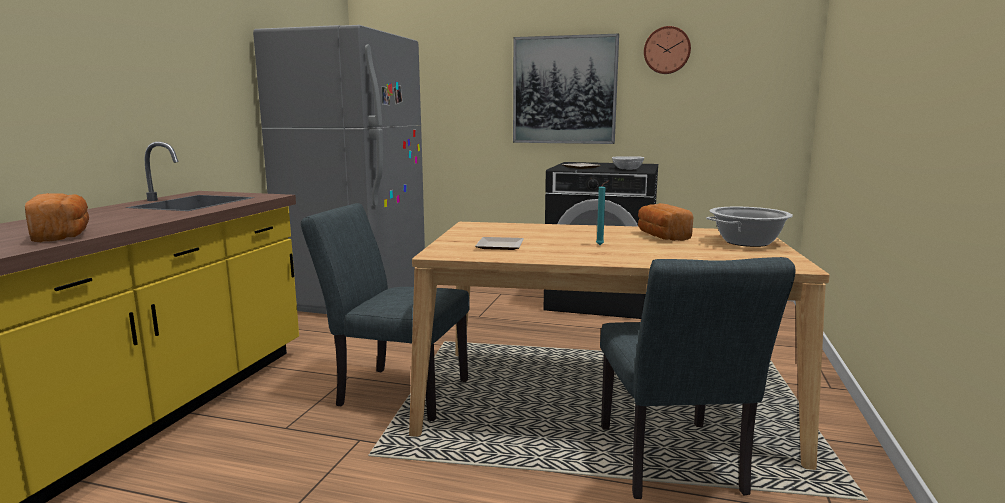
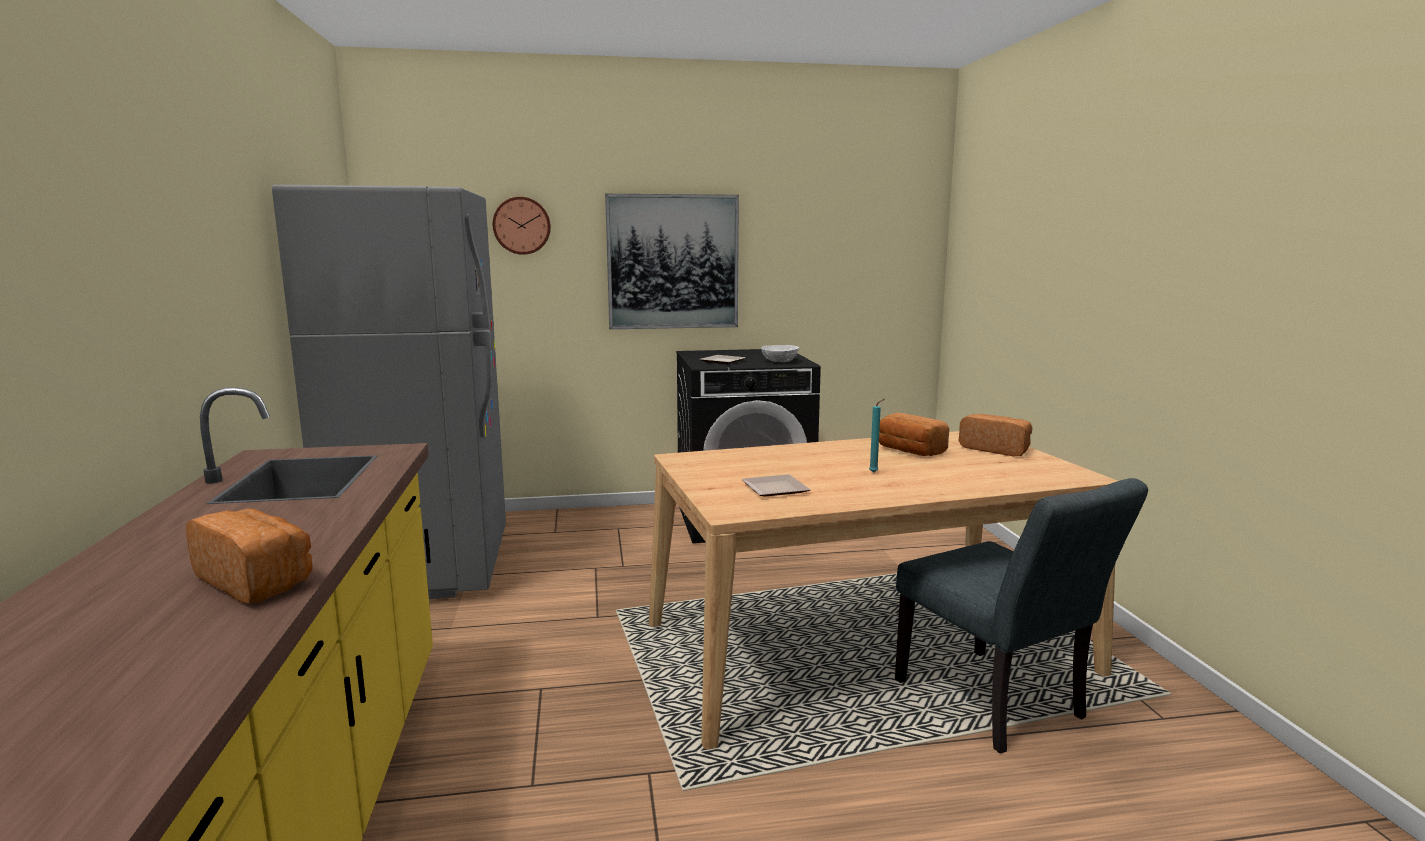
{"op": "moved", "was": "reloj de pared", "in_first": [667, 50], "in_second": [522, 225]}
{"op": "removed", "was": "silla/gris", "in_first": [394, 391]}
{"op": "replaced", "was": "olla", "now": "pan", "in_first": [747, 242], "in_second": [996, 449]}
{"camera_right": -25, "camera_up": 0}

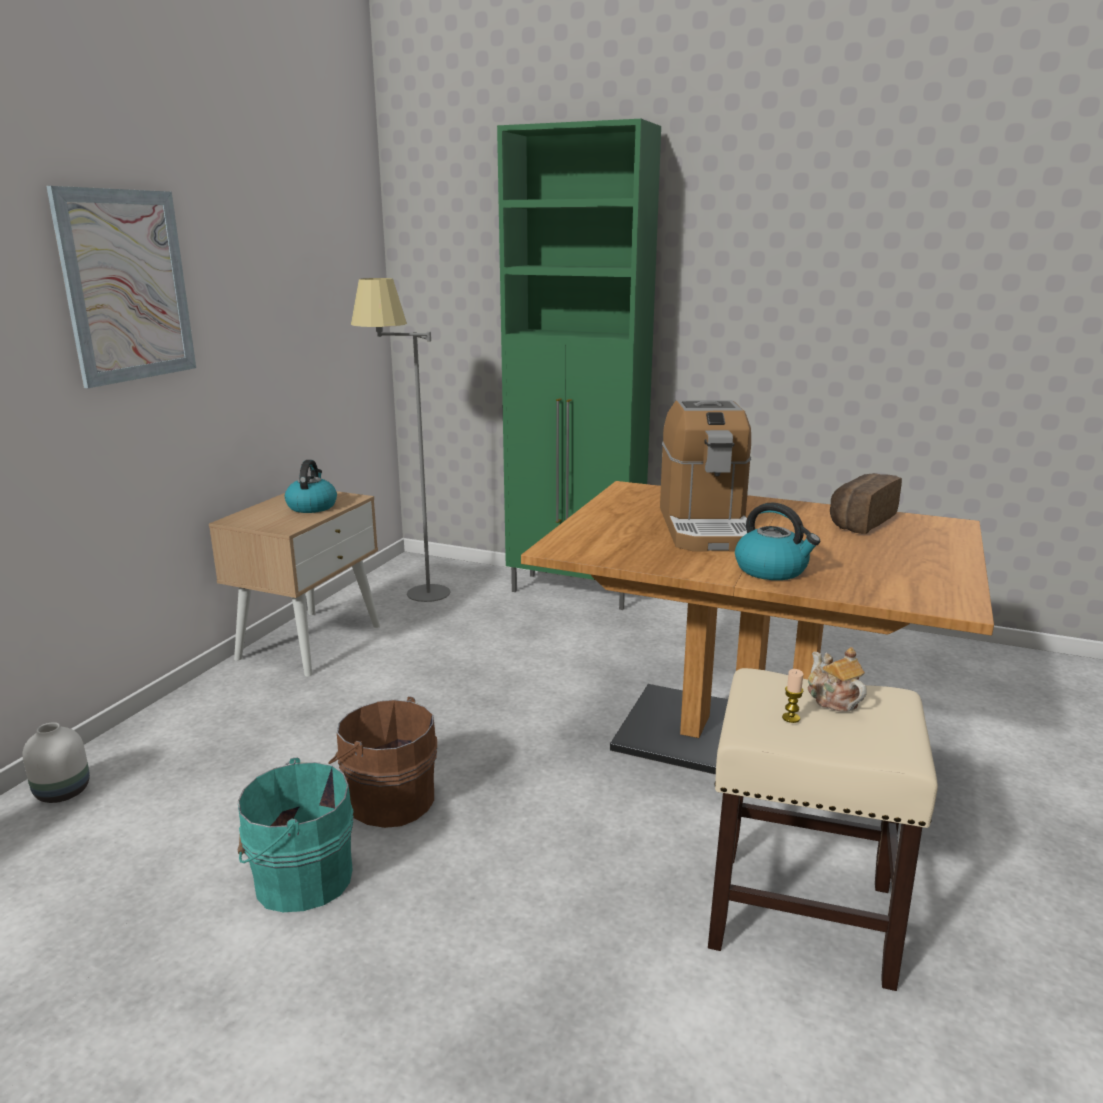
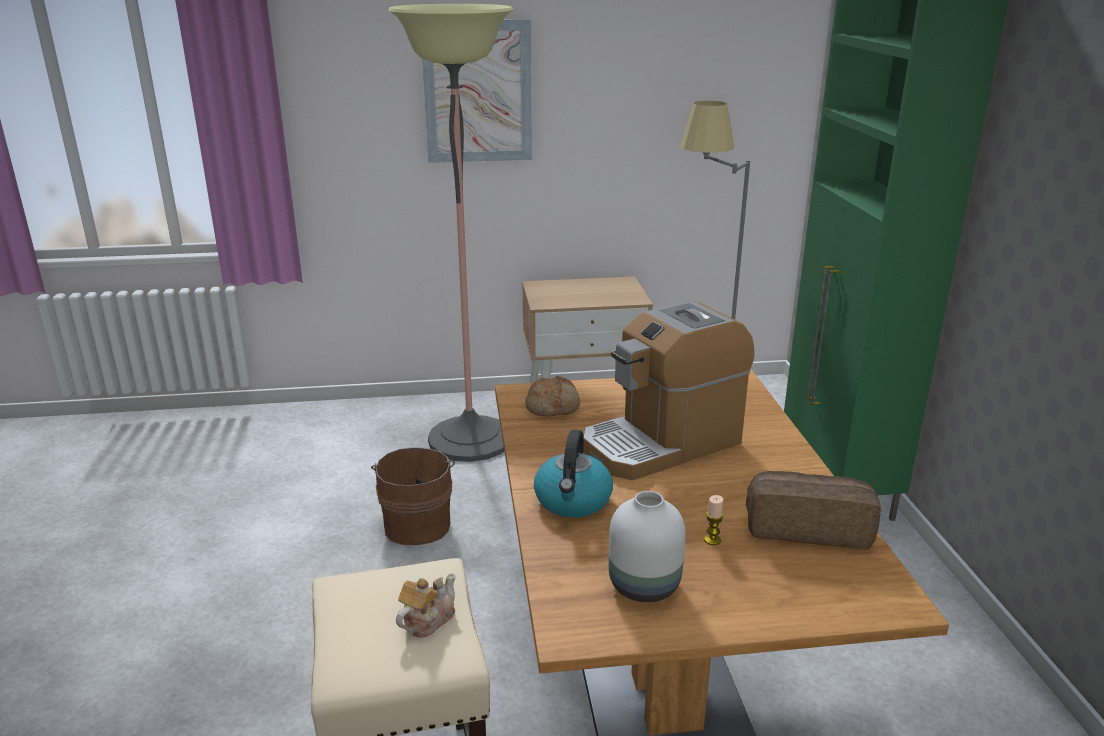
{"op": "removed", "was": "hervidor", "in_first": [312, 506]}
{"op": "moved", "was": "vela", "in_first": [791, 718], "in_second": [712, 540]}
{"op": "moved", "was": "florero/blanco", "in_first": [61, 792], "in_second": [642, 584]}
{"op": "removed", "was": "cubo/turquesa", "in_first": [299, 878]}
{"op": "added", "now": "lámpara de pie", "in_second": [470, 439]}
{"op": "added", "now": "pan", "in_second": [553, 407]}
{"camera_right": 60, "camera_up": 5}

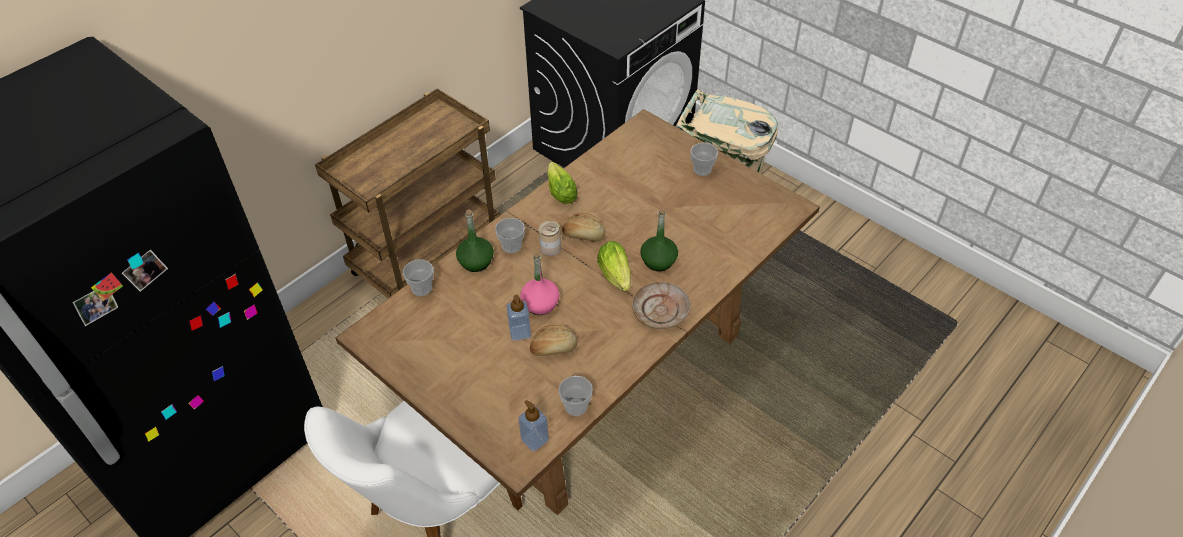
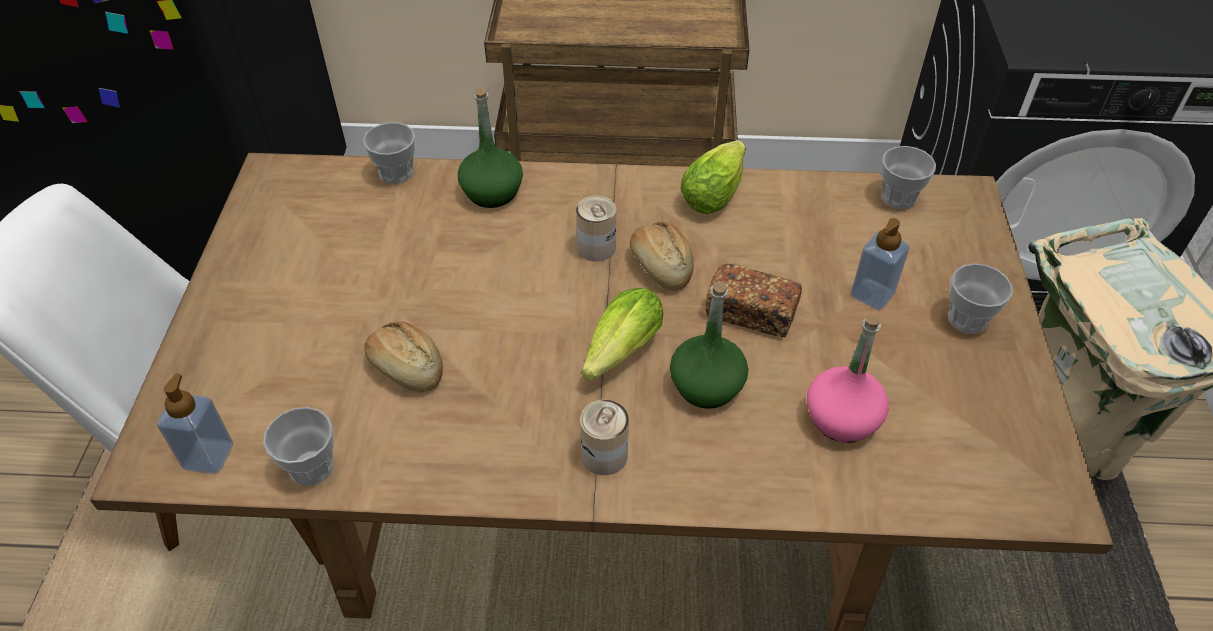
{"op": "moved", "was": "taza", "in_first": [511, 246], "in_second": [898, 197]}
{"op": "moved", "was": "botella/rosa", "in_first": [540, 304], "in_second": [841, 418]}
{"op": "replaced", "was": "plato/beis", "now": "lata", "in_first": [661, 311], "in_second": [604, 455]}
{"op": "moved", "was": "dispensador de jabón", "in_first": [520, 332], "in_second": [872, 294]}
{"op": "added", "now": "pan", "in_second": [750, 313]}
{"camera_right": 50, "camera_up": 0}

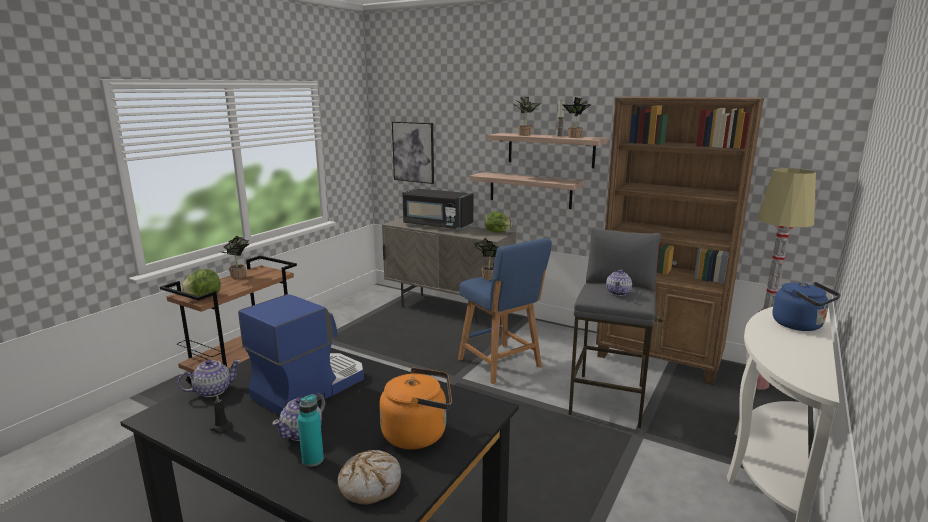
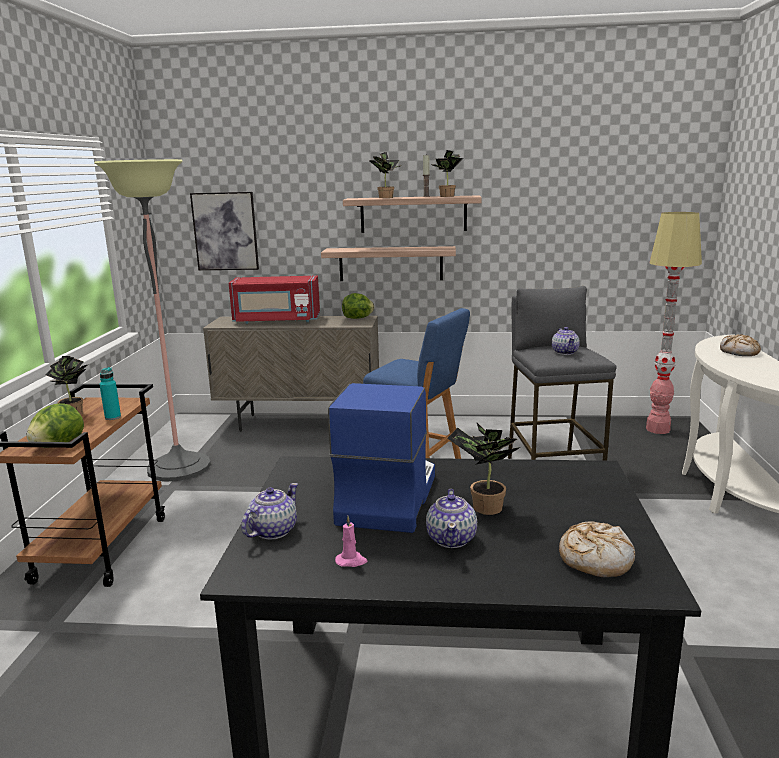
{"op": "removed", "was": "estantería/marrón", "in_first": [659, 359]}
{"op": "recoloured", "was": "microondas/negro", "now": "microondas/rojo", "in_first": [437, 225], "in_second": [276, 320]}
{"op": "moved", "was": "planta en maceta", "in_first": [487, 277], "in_second": [482, 507]}
{"op": "replaced", "was": "hervidor/azul", "now": "pan", "in_first": [800, 325], "in_second": [739, 352]}
{"op": "removed", "was": "hervidor/naranja", "in_first": [419, 434]}
{"op": "recoloured", "was": "vela/negro", "now": "vela/rosa", "in_first": [222, 428], "in_second": [351, 561]}
{"op": "moved", "was": "botella/turquesa", "in_first": [313, 460], "in_second": [113, 417]}
{"op": "added", "now": "lámpara de pie", "in_second": [179, 467]}
{"camera_right": -25, "camera_up": 0}

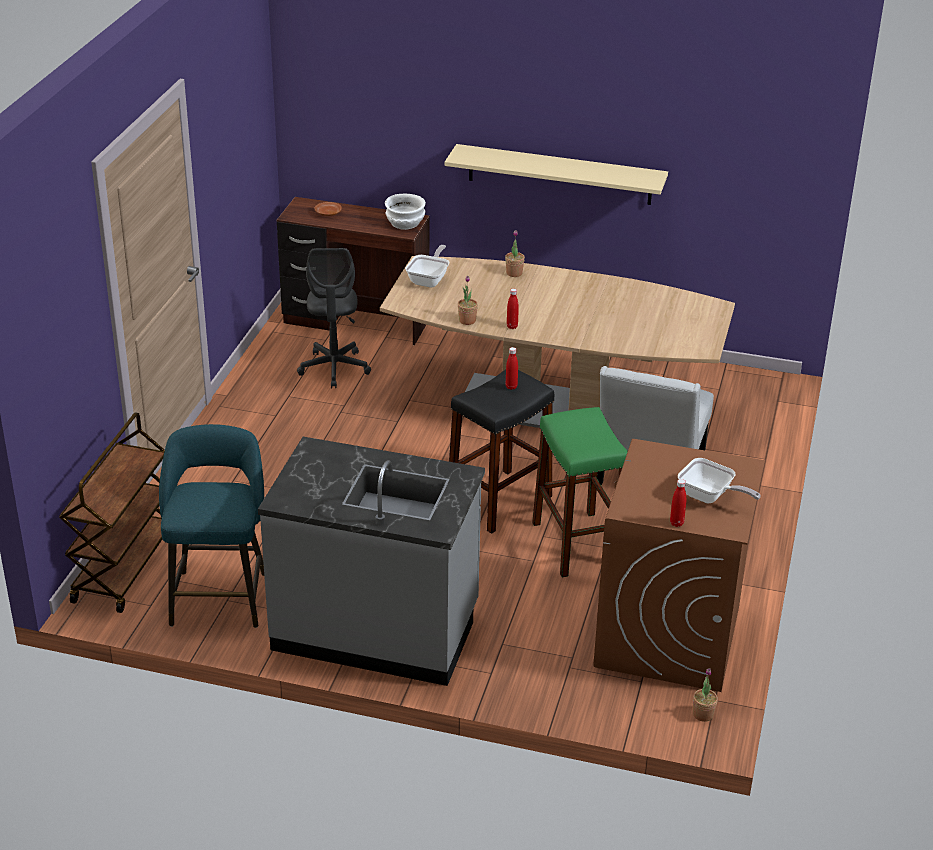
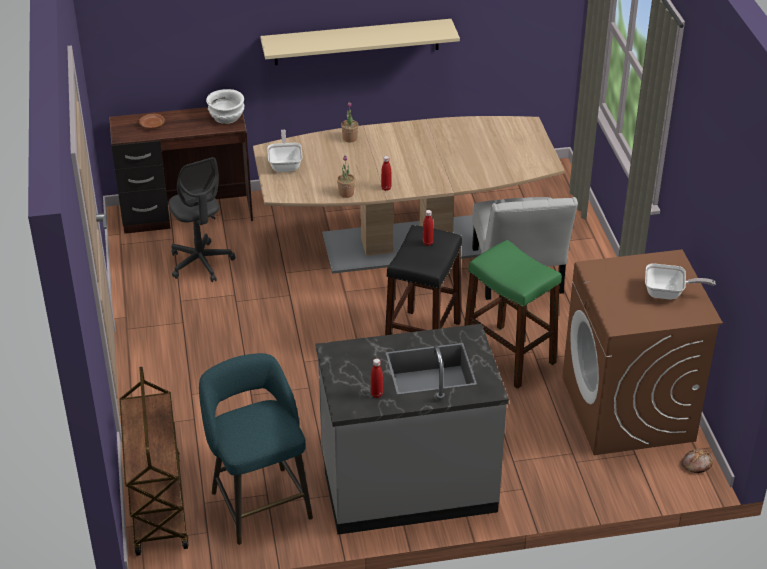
{"op": "moved", "was": "botella/rojo", "in_first": [676, 523], "in_second": [376, 394]}
{"op": "replaced", "was": "planta en maceta", "now": "pan", "in_first": [703, 714], "in_second": [696, 464]}
{"camera_right": -25, "camera_up": 5}

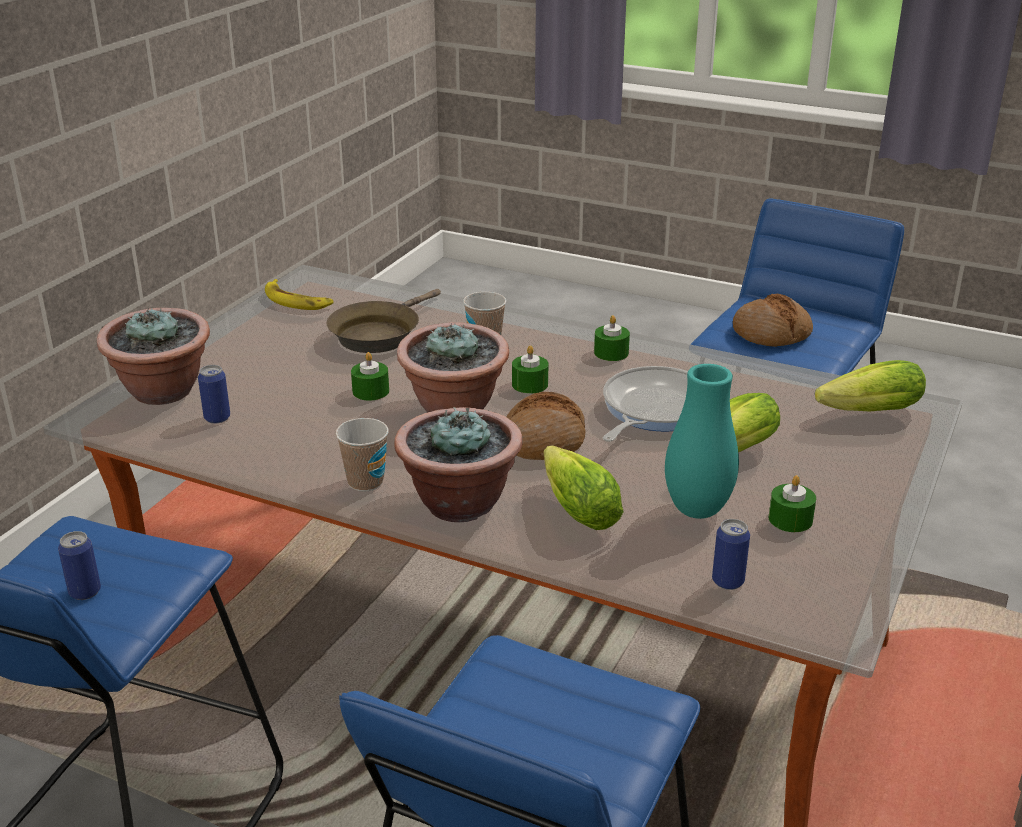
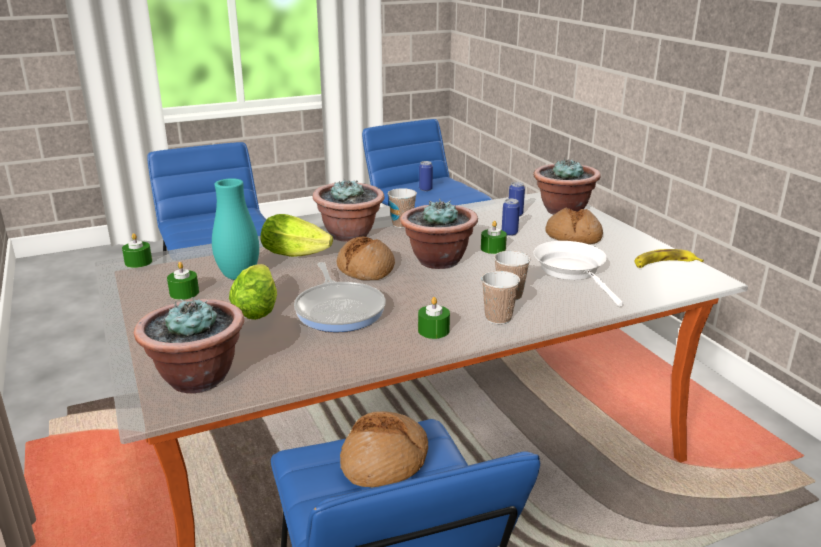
{"op": "recoloured", "was": "sartén/marrón", "now": "sartén/blanco", "in_first": [379, 334], "in_second": [572, 271]}
{"op": "moved", "was": "vela/verde", "in_first": [530, 384], "in_second": [138, 262]}
{"op": "replaced", "was": "lechuga", "now": "planta en maceta", "in_first": [864, 413], "in_second": [197, 378]}
{"op": "moved", "was": "lata", "in_first": [728, 581], "in_second": [509, 233]}
{"op": "added", "now": "pan", "in_second": [573, 237]}
{"op": "added", "now": "taza", "in_second": [498, 318]}
{"camera_right": 130, "camera_up": -5}

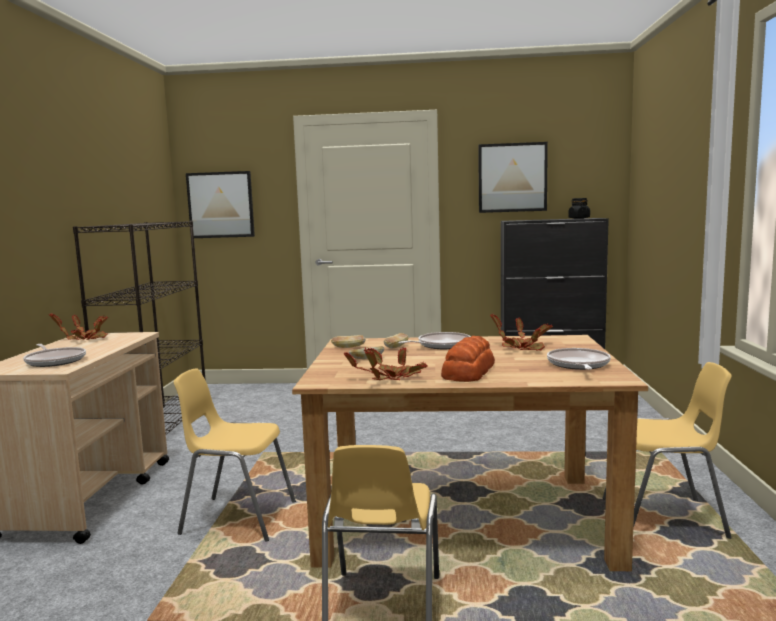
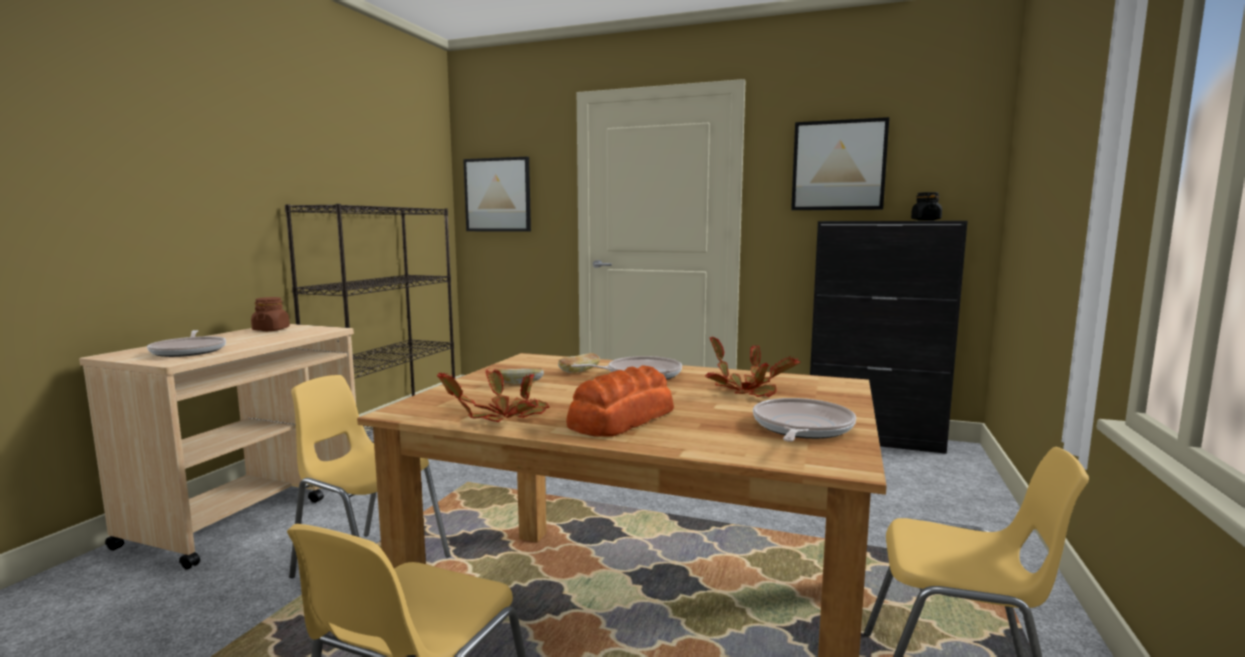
{"op": "replaced", "was": "planta en maceta", "now": "tarro/marrón", "in_first": [86, 339], "in_second": [271, 329]}
{"op": "removed", "was": "pan", "in_first": [348, 347]}
{"camera_right": 15, "camera_up": 0}

